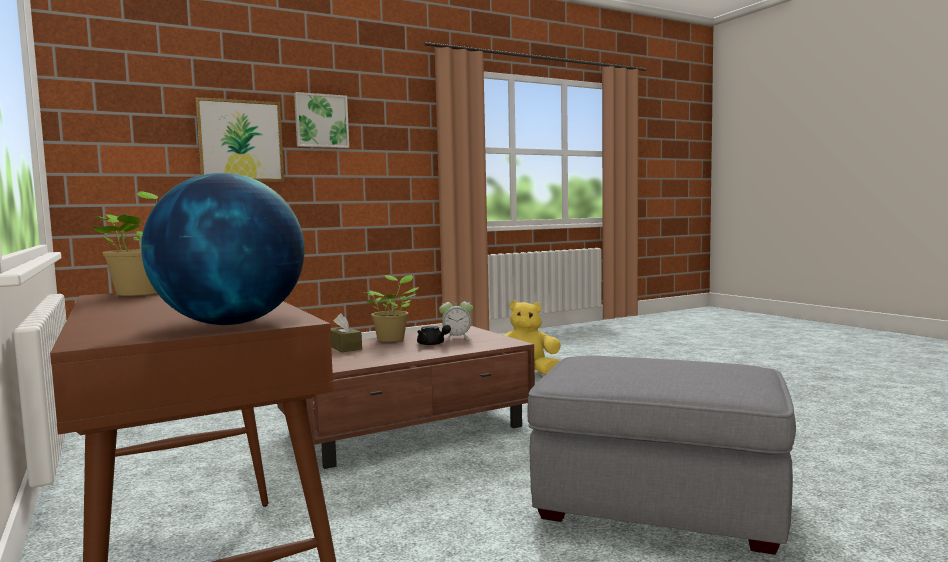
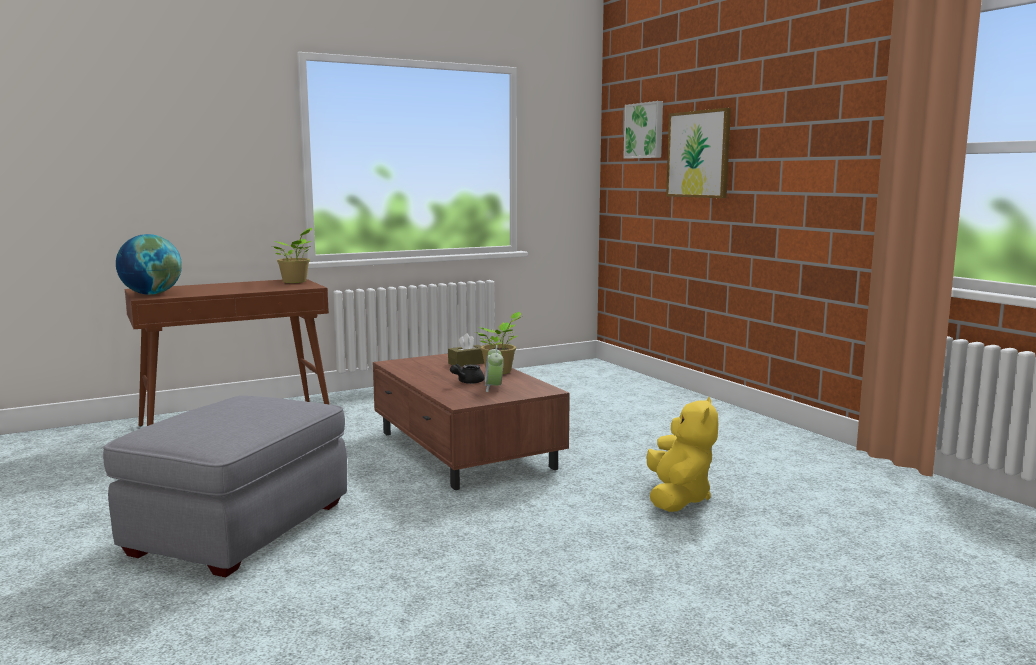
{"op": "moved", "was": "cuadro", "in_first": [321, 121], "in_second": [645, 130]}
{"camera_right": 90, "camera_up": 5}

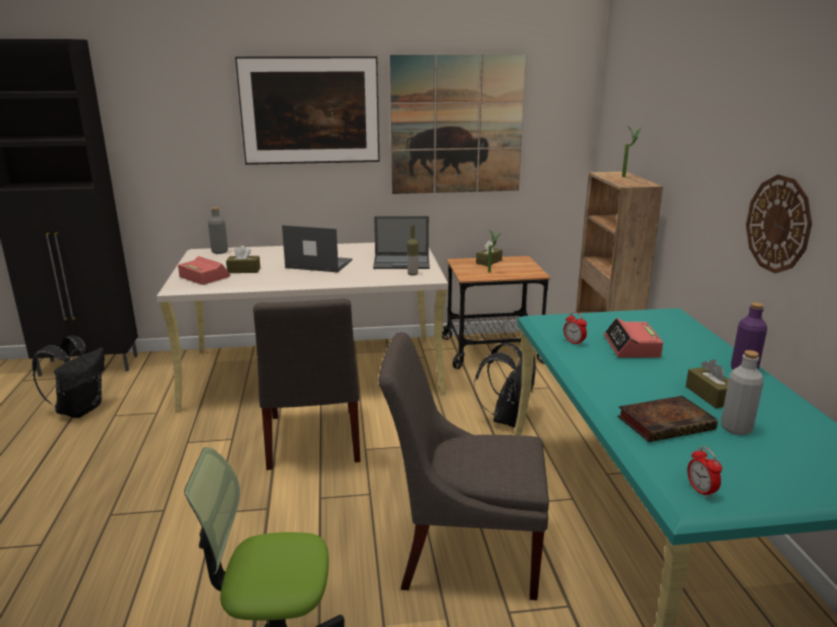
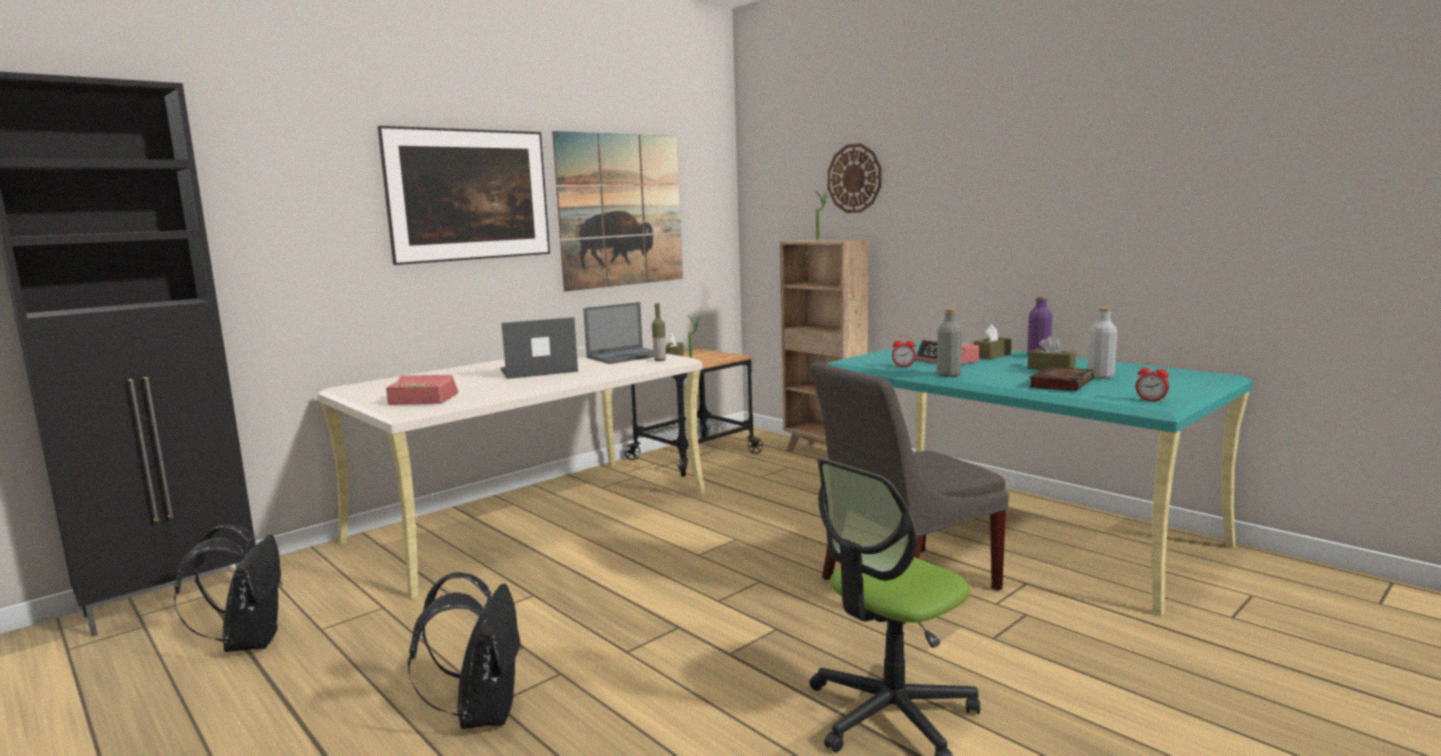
{"op": "moved", "was": "reloj de pared", "in_first": [778, 224], "in_second": [854, 178]}
{"op": "moved", "was": "botella/gris", "in_first": [219, 252], "in_second": [948, 375]}
{"op": "moved", "was": "caja de pañuelos/marrón", "in_first": [244, 270], "in_second": [992, 355]}
{"op": "removed", "was": "silla/gris", "in_first": [312, 441]}
{"op": "moved", "was": "mochila/negro", "in_first": [507, 418], "in_second": [482, 713]}
{"camera_right": -35, "camera_up": -10}

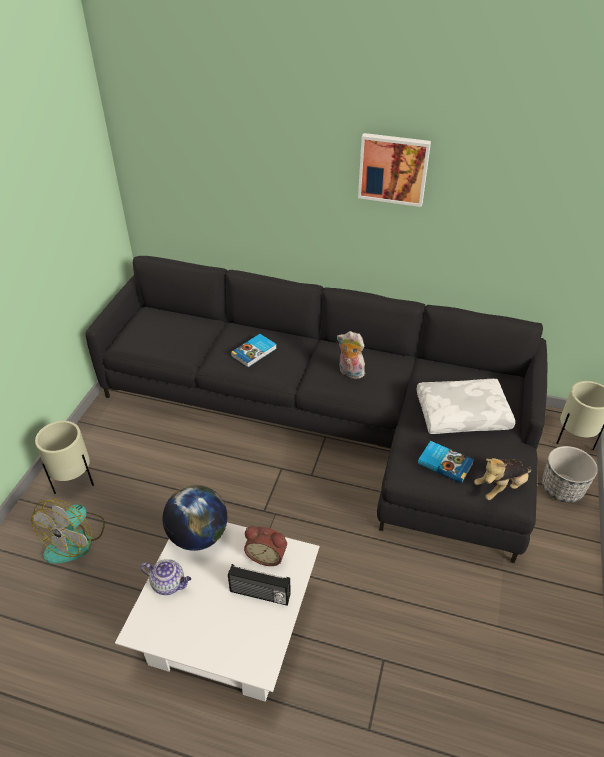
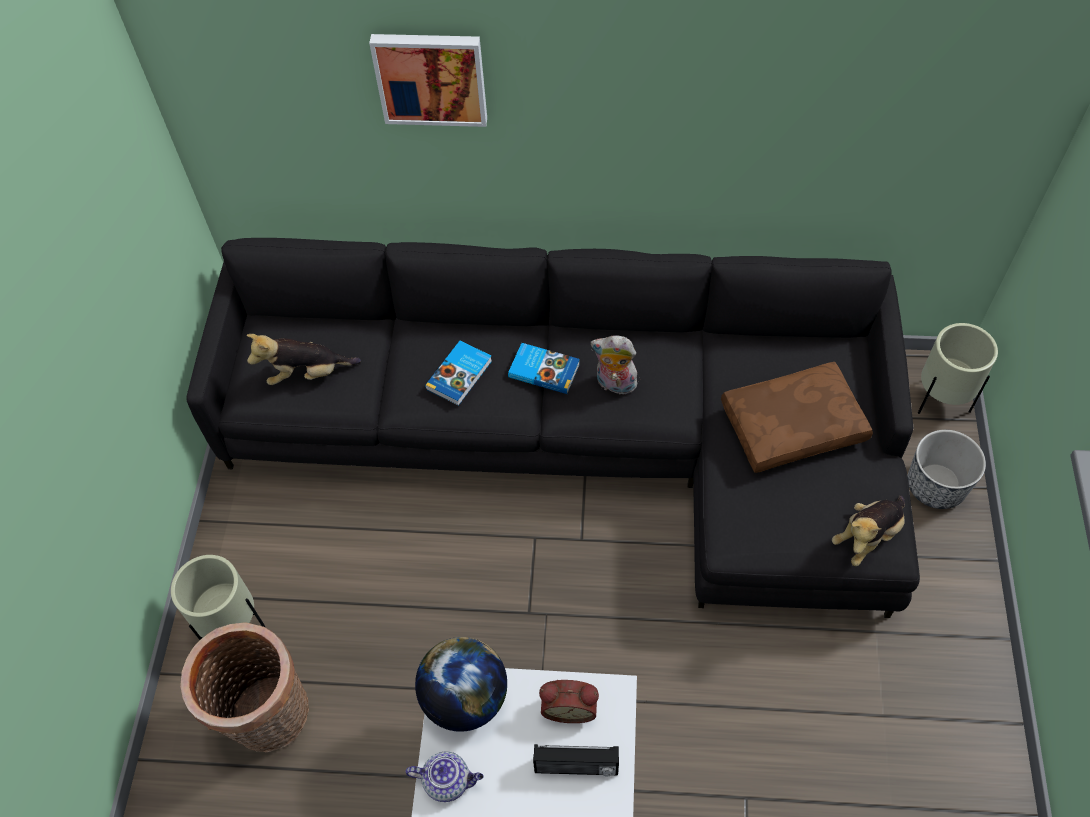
{"op": "moved", "was": "cuadro", "in_first": [393, 168], "in_second": [431, 77]}
{"op": "recoloured", "was": "cojín/blanco", "now": "cojín/marrón", "in_first": [462, 413], "in_second": [792, 423]}
{"op": "moved", "was": "libro", "in_first": [445, 463], "in_second": [544, 370]}
{"op": "replaced", "was": "ventilador", "now": "cesta", "in_first": [76, 539], "in_second": [270, 719]}
{"op": "added", "now": "peluche", "in_second": [307, 374]}
{"camera_right": -10, "camera_up": 15}

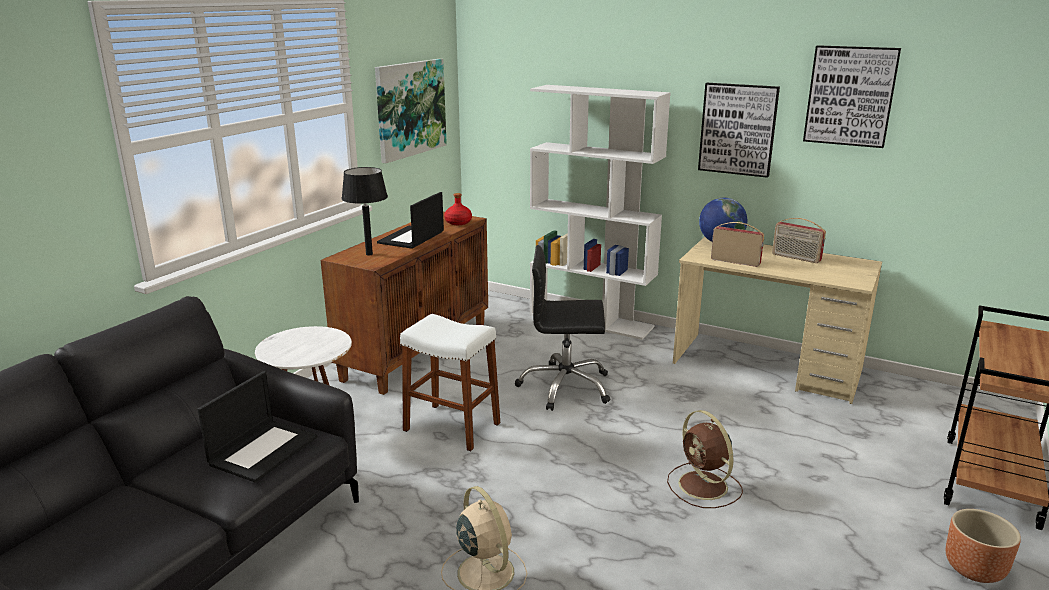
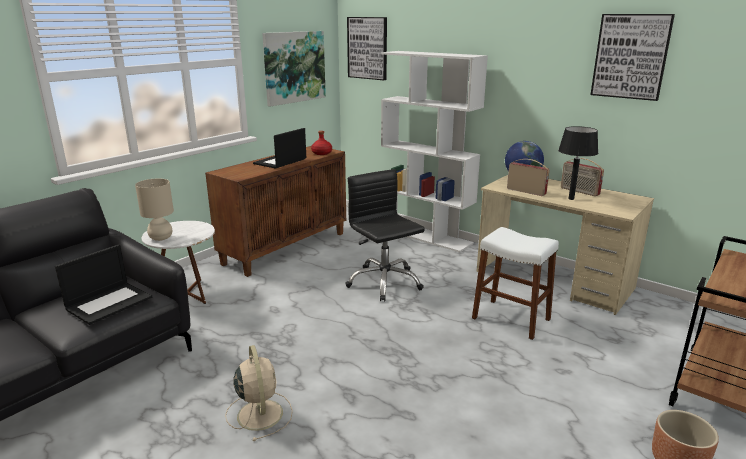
{"op": "moved", "was": "cuadro", "in_first": [738, 129], "in_second": [367, 48]}
{"op": "moved", "was": "lámpara de mesa/negro", "in_first": [369, 254], "in_second": [571, 199]}
{"op": "turned", "was": "silla de oficina/negro", "in_first": [565, 387], "in_second": [384, 282], "clockwise": 45}
{"op": "moved", "was": "taburete/blanco", "in_first": [452, 427], "in_second": [511, 319]}
{"op": "removed", "was": "ventilador/marrón", "in_first": [704, 486]}
{"op": "added", "now": "lámpara de mesa/beis", "in_second": [161, 238]}
{"camera_right": 10, "camera_up": 0}

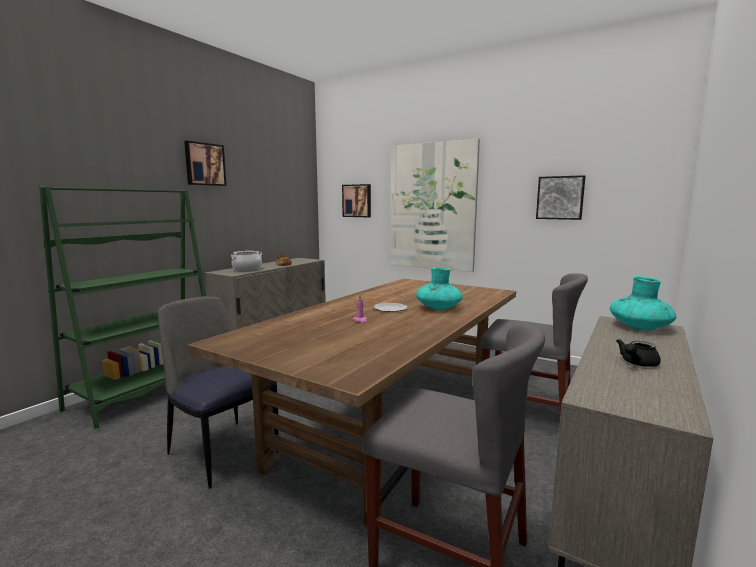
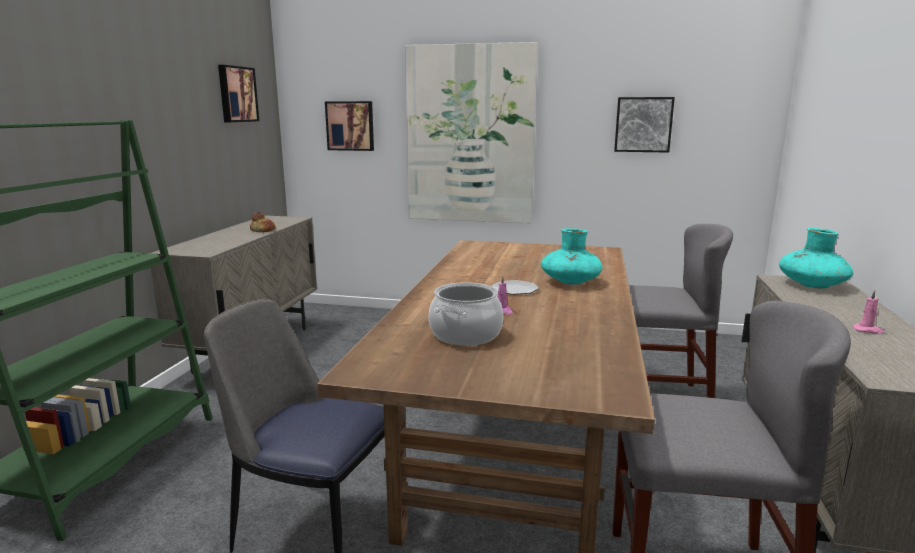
{"op": "moved", "was": "cuadro", "in_first": [204, 164], "in_second": [236, 94]}
{"op": "moved", "was": "olla", "in_first": [247, 269], "in_second": [466, 335]}
{"op": "replaced", "was": "tetera/negro", "now": "vela/rosa", "in_first": [636, 363], "in_second": [867, 330]}
{"camera_right": -20, "camera_up": 5}

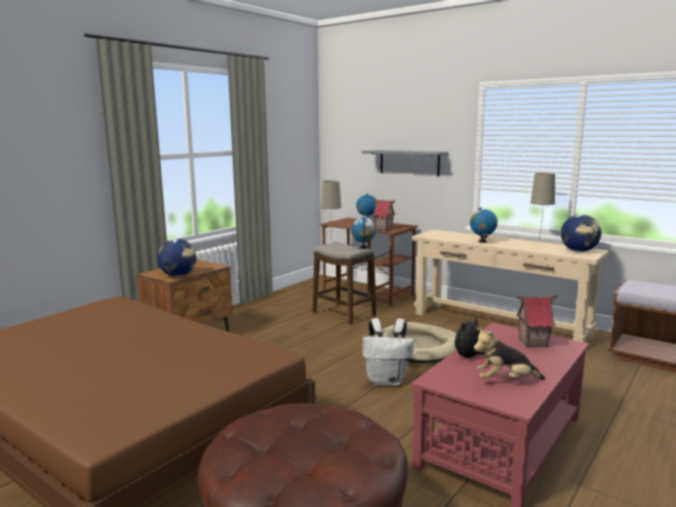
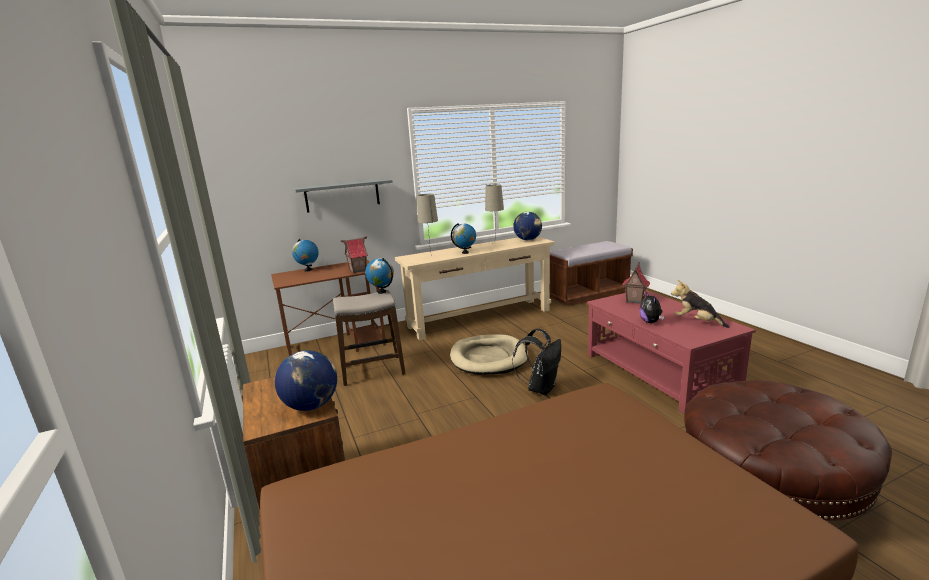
{"op": "moved", "was": "lámpara de mesa/beis", "in_first": [331, 244], "in_second": [430, 257]}
{"op": "recoloured", "was": "mochila/blanco", "now": "mochila/negro", "in_first": [387, 381], "in_second": [541, 388]}
{"op": "turned", "was": "peluche", "in_first": [505, 381], "in_second": [696, 322], "clockwise": 105}
{"camera_right": -60, "camera_up": 5}

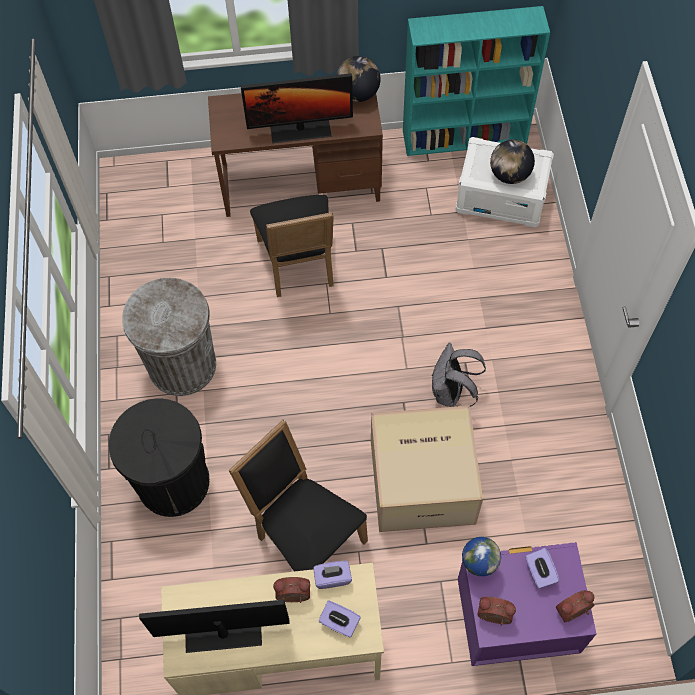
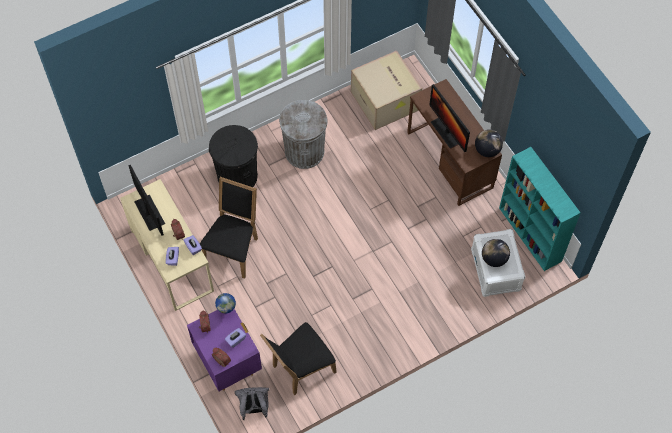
{"op": "moved", "was": "silla/negro", "in_first": [299, 266], "in_second": [300, 369]}
{"op": "moved", "was": "mochila/gris", "in_first": [451, 393], "in_second": [254, 408]}
{"op": "moved", "was": "caja de cartón", "in_first": [423, 480], "in_second": [386, 101]}
{"camera_right": 65, "camera_up": 0}

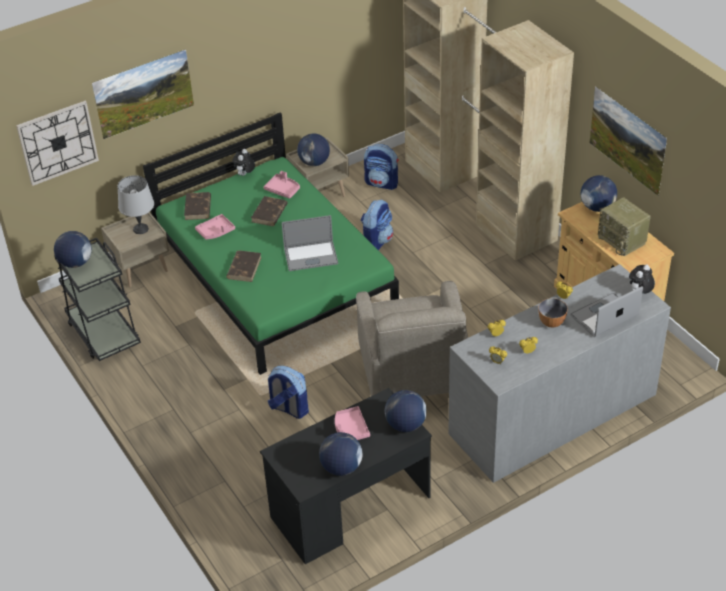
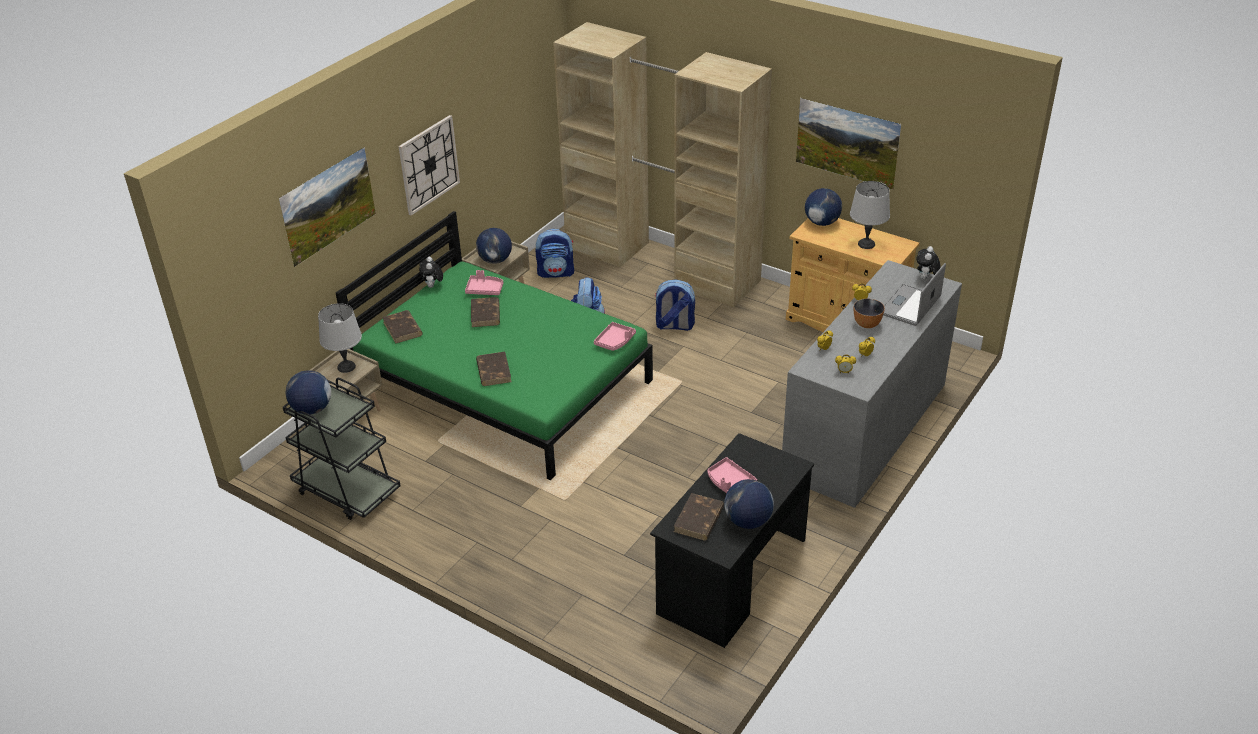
{"op": "moved", "was": "reloj de pared", "in_first": [58, 142], "in_second": [429, 164]}
{"op": "replaced", "was": "radio", "now": "lámpara de mesa/gris", "in_first": [622, 240], "in_second": [866, 244]}
{"op": "moved", "was": "bandeja/rosa", "in_first": [216, 231], "in_second": [615, 341]}
{"op": "removed", "was": "portátil", "in_first": [311, 256]}
{"op": "removed", "was": "sillón/beis", "in_first": [413, 373]}
{"op": "moved", "was": "mochila", "in_first": [288, 408], "in_second": [674, 326]}
{"op": "removed", "was": "globo terráqueo", "in_first": [405, 425]}
{"op": "added", "now": "libro/marrón", "in_second": [698, 520]}
{"camera_right": -25, "camera_up": -5}

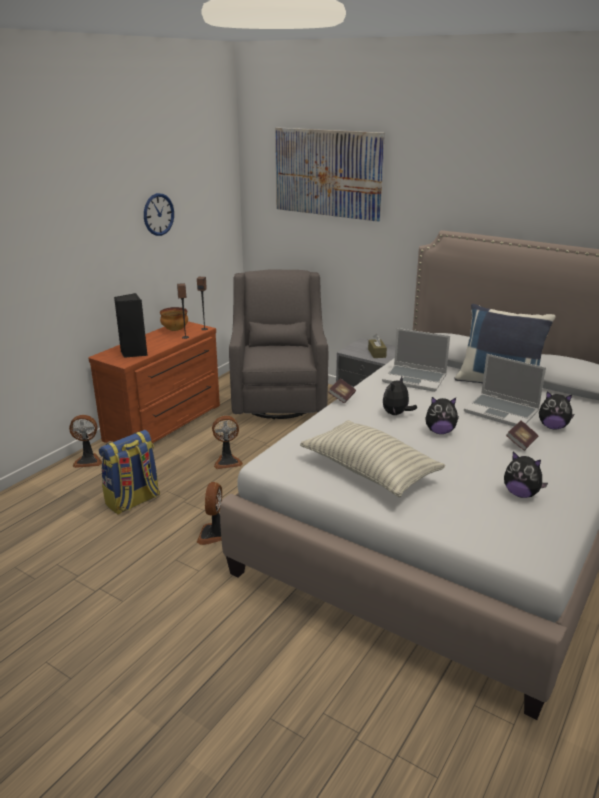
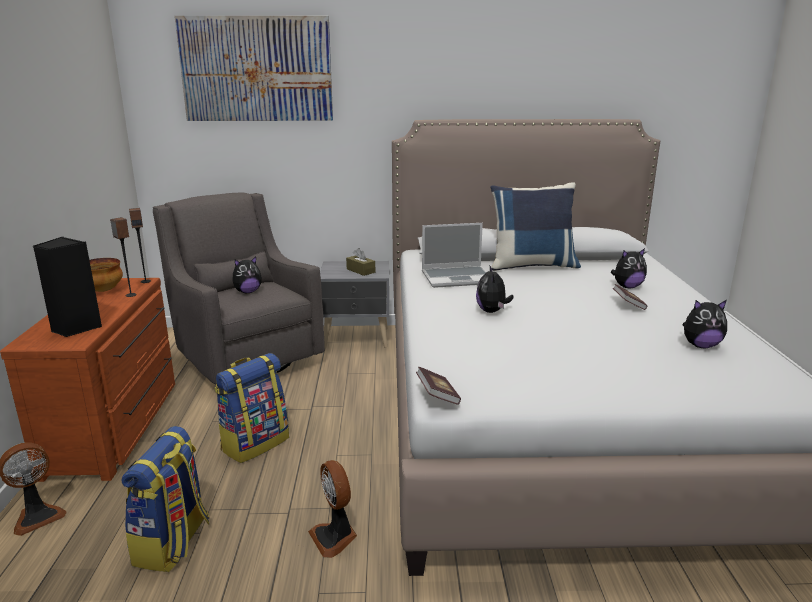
{"op": "removed", "was": "reloj de pared", "in_first": [158, 214]}
{"op": "removed", "was": "portátil", "in_first": [502, 412]}
{"op": "moved", "was": "libro", "in_first": [342, 397], "in_second": [437, 396]}
{"op": "moved", "was": "peluche", "in_first": [440, 431], "in_second": [247, 292]}
{"op": "replaced", "was": "ventilador", "now": "mochila", "in_first": [227, 461], "in_second": [255, 443]}
{"op": "removed", "was": "cojín", "in_first": [369, 471]}
{"camera_right": -35, "camera_up": -5}

